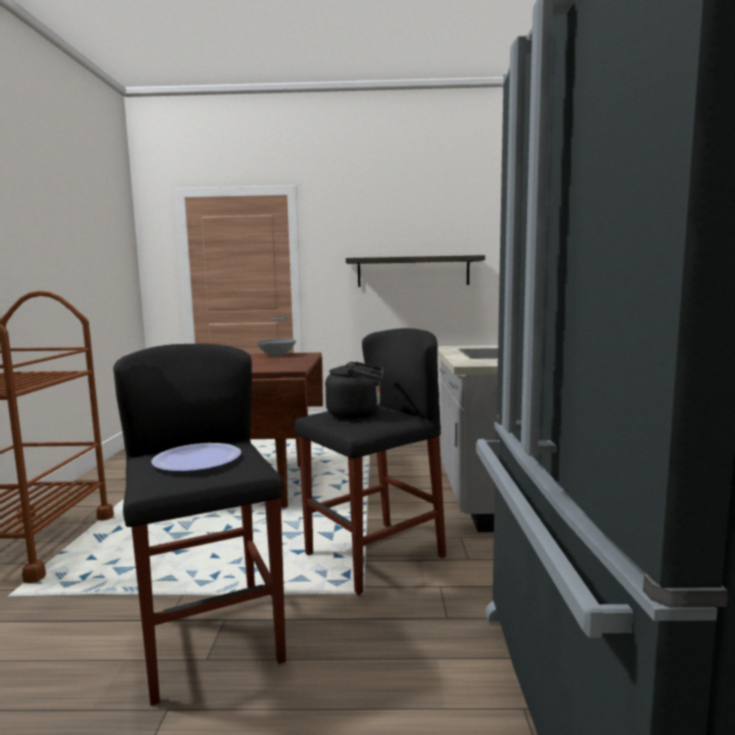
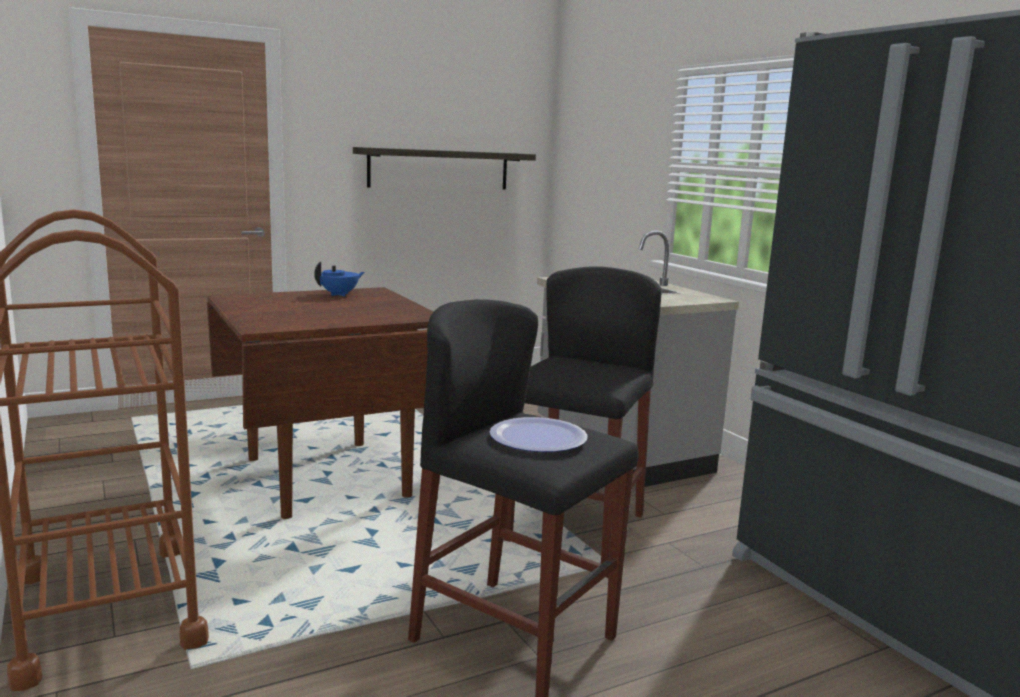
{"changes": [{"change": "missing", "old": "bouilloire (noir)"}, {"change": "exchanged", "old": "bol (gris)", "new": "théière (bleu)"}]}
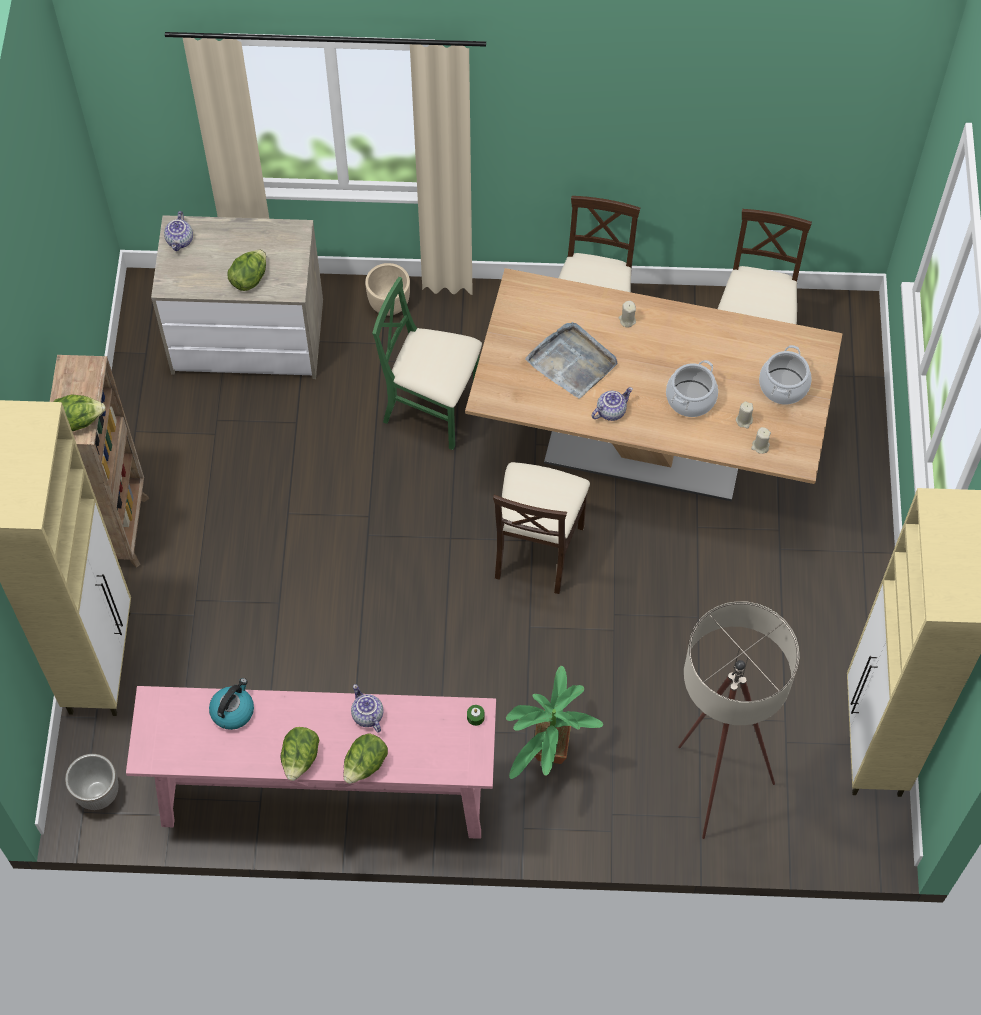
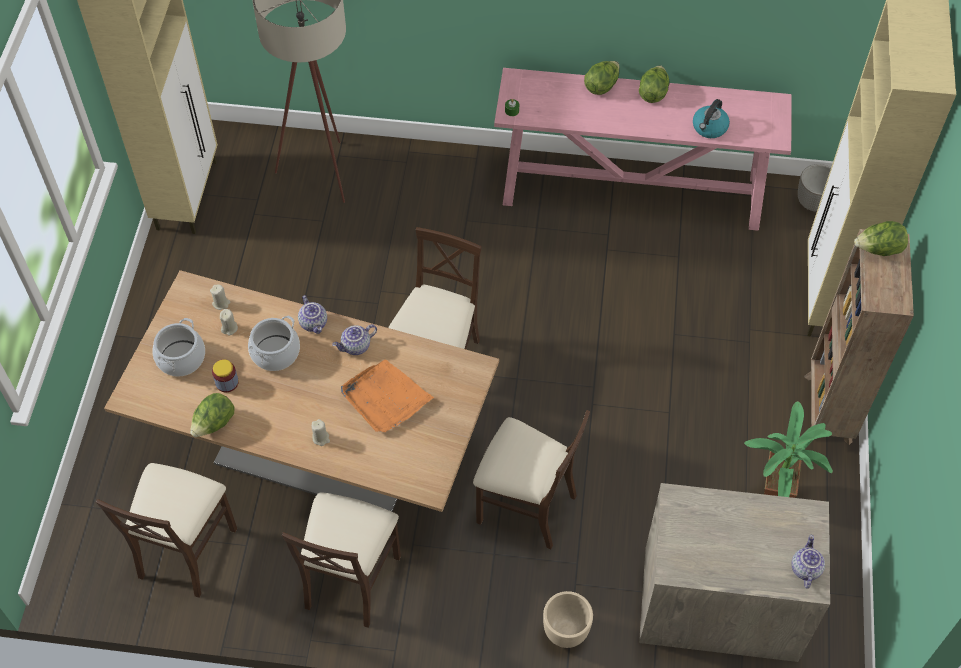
{"changes": [{"change": "appeared", "new": "bocal"}, {"change": "relocated", "old": "laitue (no. 2 from left in the first image)", "new": "laitue (no. 1 from left)"}, {"change": "relocated", "old": "théière (no. 2 from left in the first image)", "new": "théière (no. 1 from left)"}, {"change": "relocated", "old": "plante en pot"}, {"change": "colour", "old": "chaise (vert)", "new": "chaise (beige) (no. 4 from left)"}, {"change": "colour", "old": "plateau (gris)", "new": "plateau (orange)"}]}
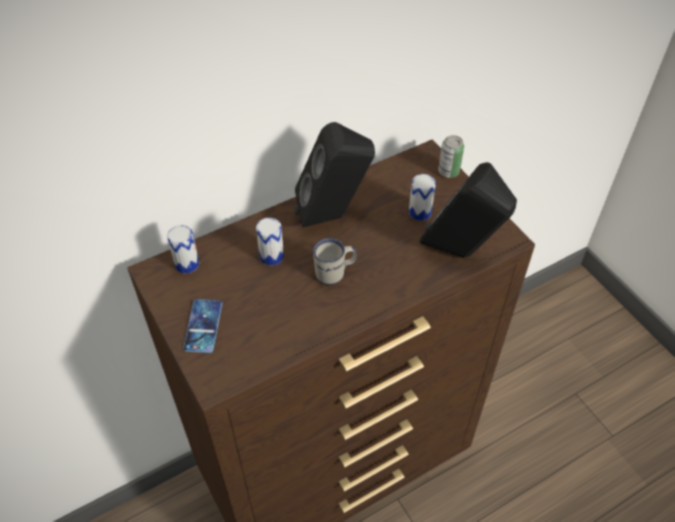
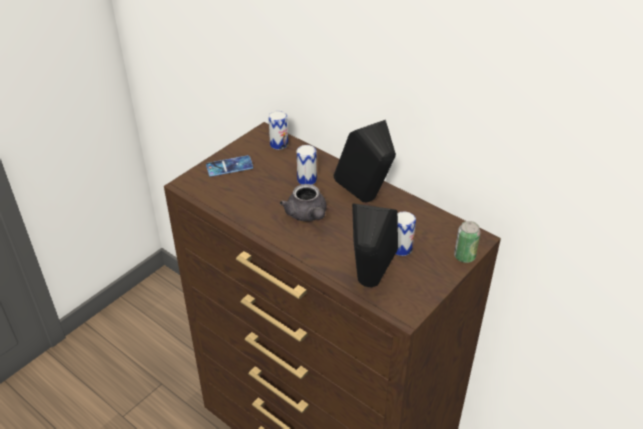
{"changes": [{"change": "exchanged", "old": "mug (blanc)", "new": "théière (gris)"}]}
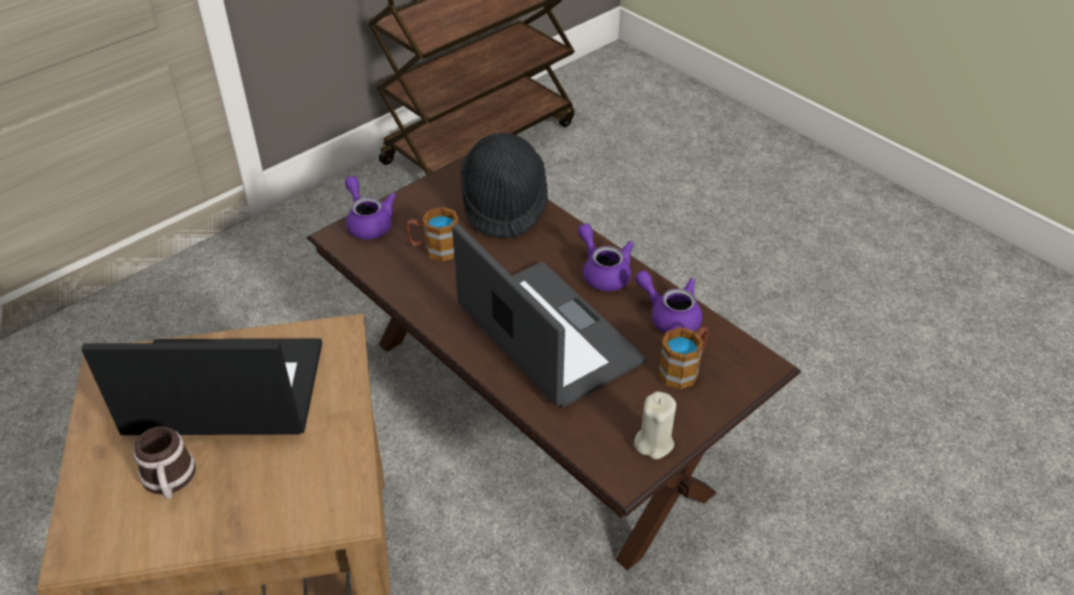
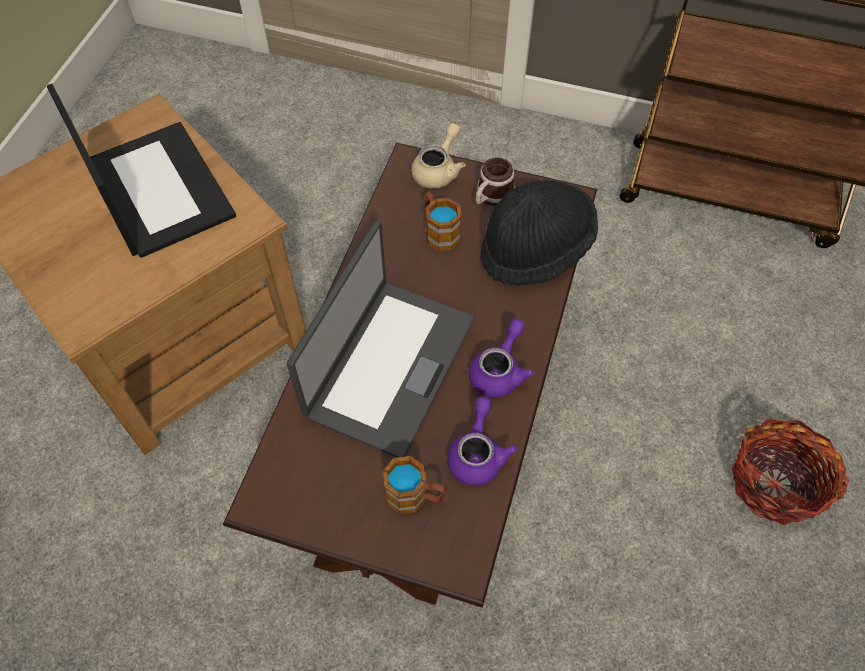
{"changes": [{"change": "missing", "old": "bougie (beige)"}, {"change": "appeared", "new": "panier"}, {"change": "relocated", "old": "mug (no. 1 from left in the first image)", "new": "mug (no. 3 from left)"}, {"change": "colour", "old": "théière (violet) (no. 1 from left)", "new": "théière (beige)"}]}
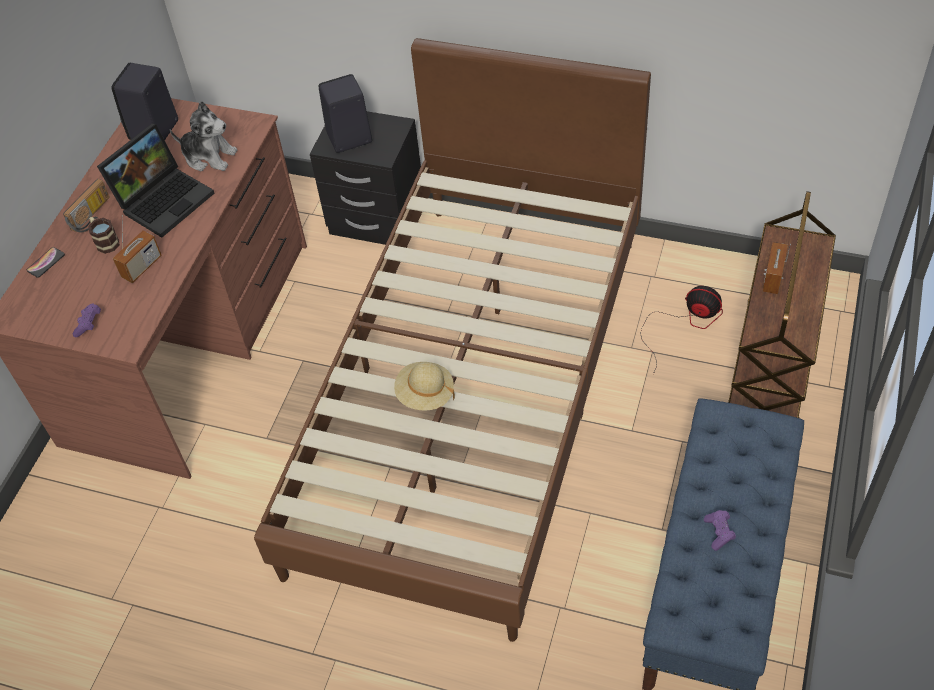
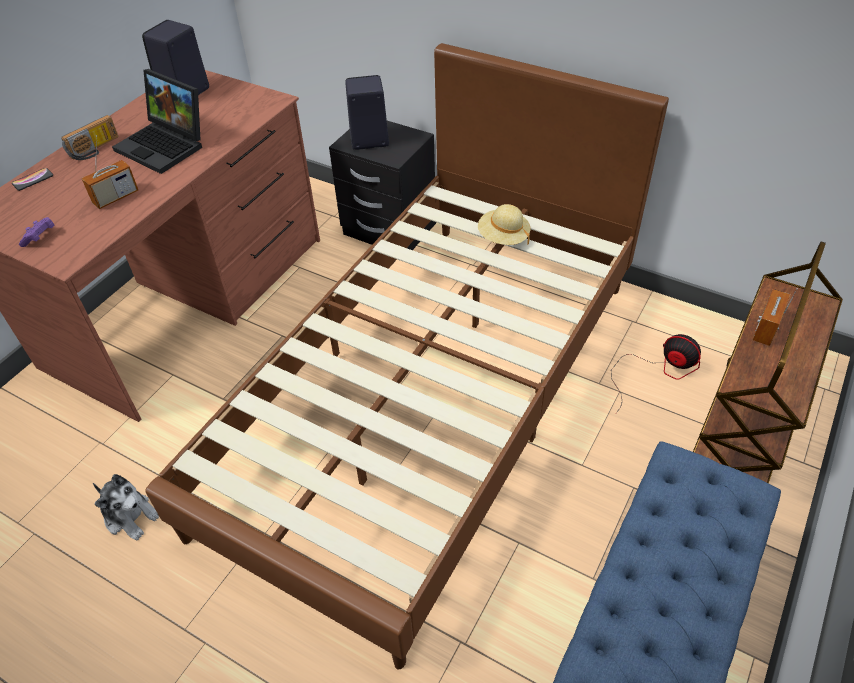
{"changes": [{"change": "missing", "old": "mug"}, {"change": "missing", "old": "manette (violet) (no. 2 from left)"}, {"change": "relocated", "old": "peluche"}, {"change": "relocated", "old": "chapeau (beige)"}, {"change": "spun", "old": "ordinateur portable", "degrees": 75}]}
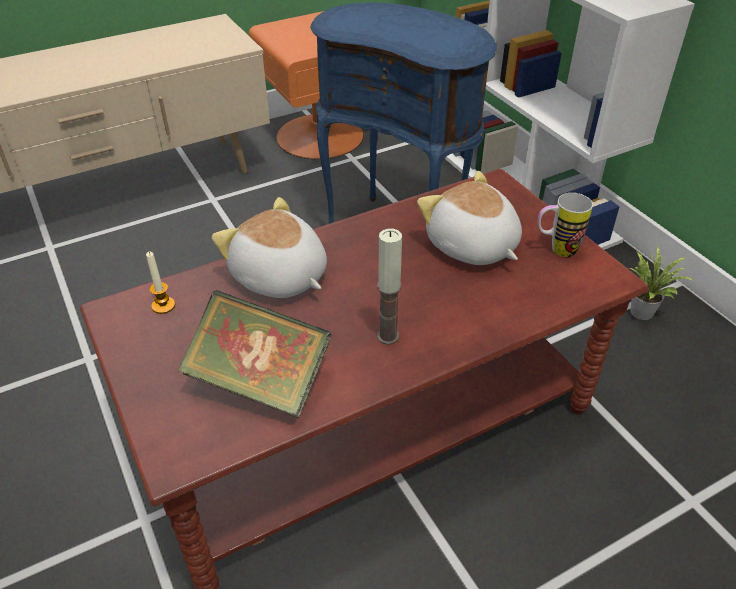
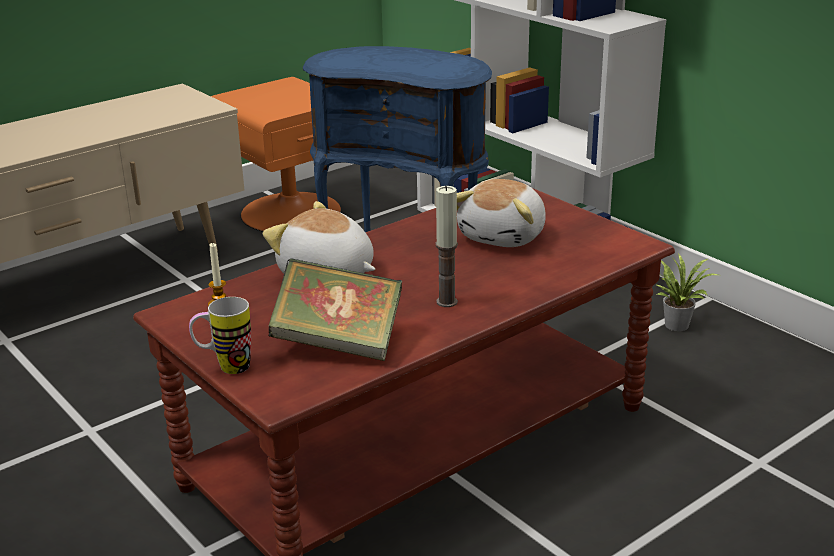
{"changes": [{"change": "relocated", "old": "mug"}, {"change": "spun", "old": "peluche (no. 2 from left)", "degrees": -105}]}
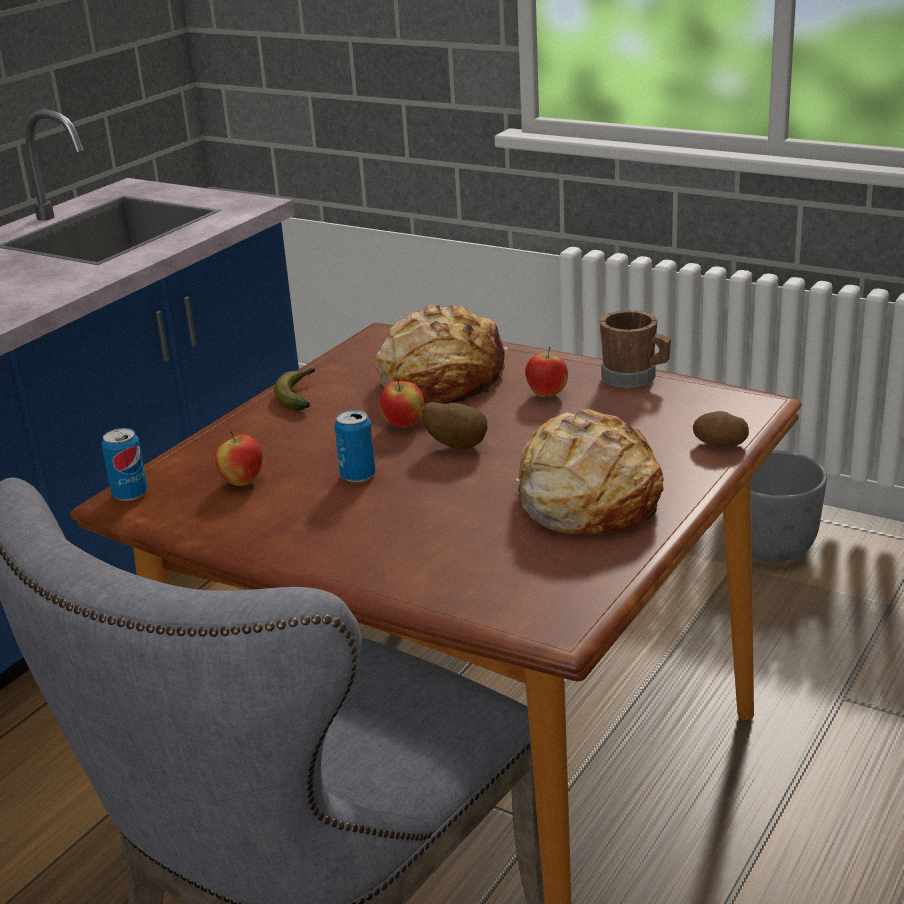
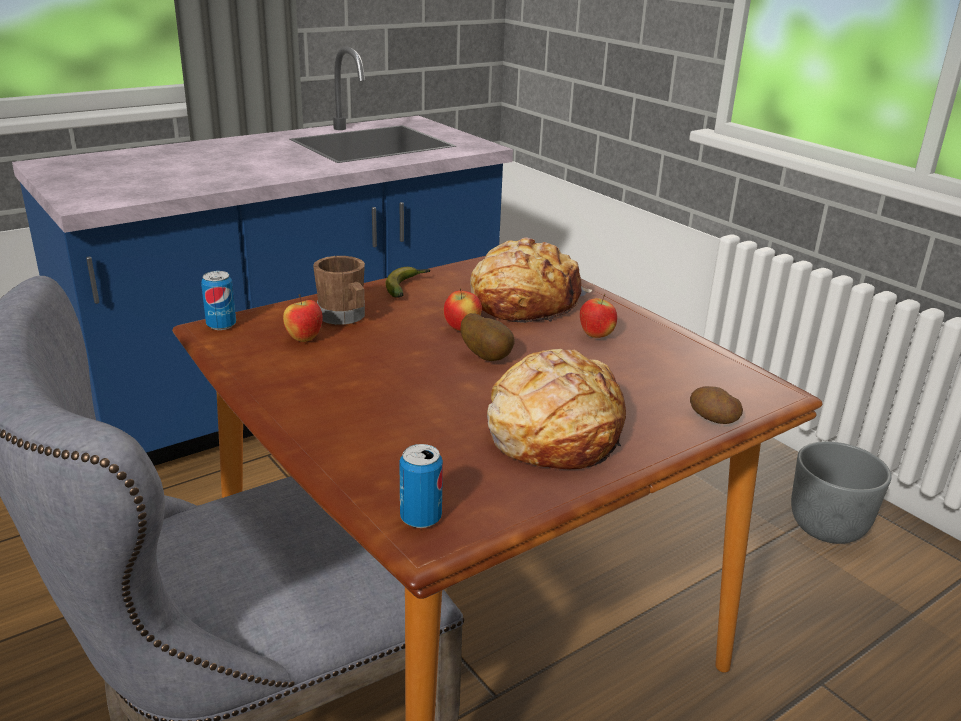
{"changes": [{"change": "relocated", "old": "boîte métallique (no. 2 from left)"}, {"change": "relocated", "old": "mug (marron)"}]}
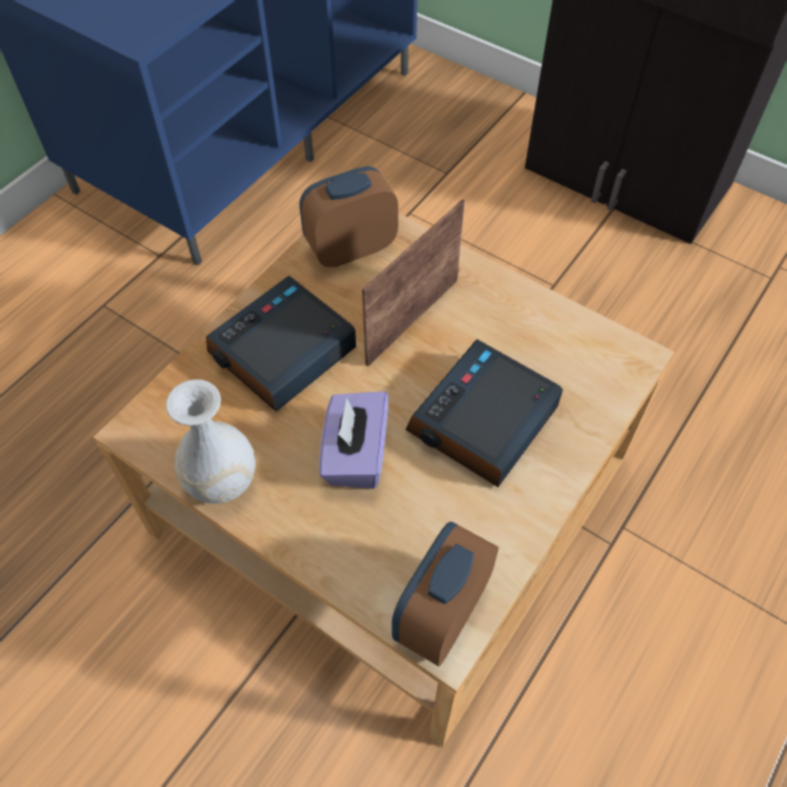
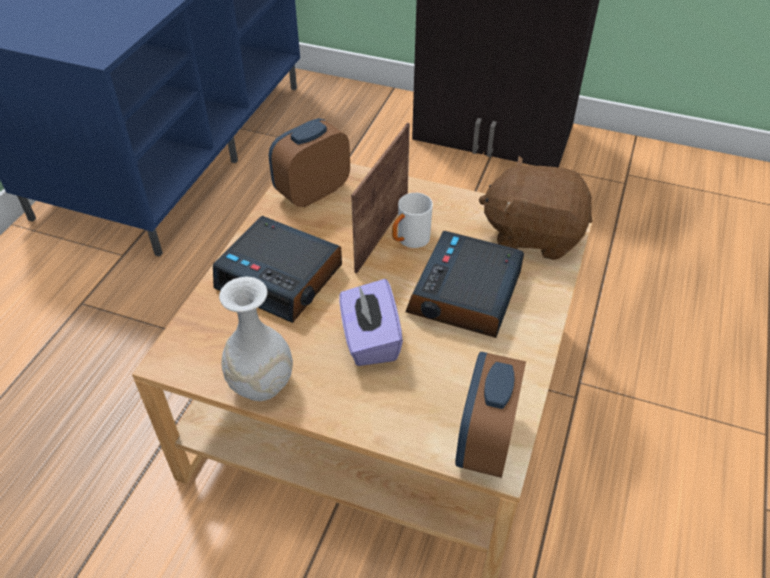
{"changes": [{"change": "appeared", "new": "mug (blanc)"}, {"change": "appeared", "new": "peluche (marron)"}, {"change": "spun", "old": "réveil (no. 1 from left)", "degrees": -90}]}
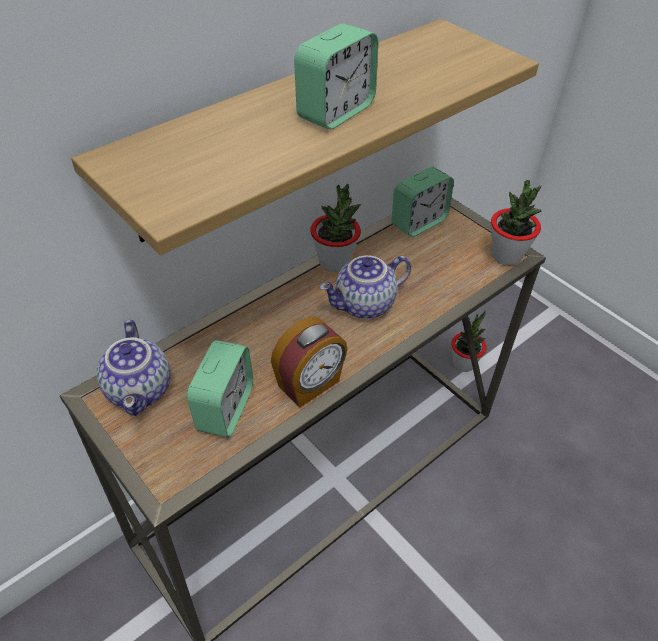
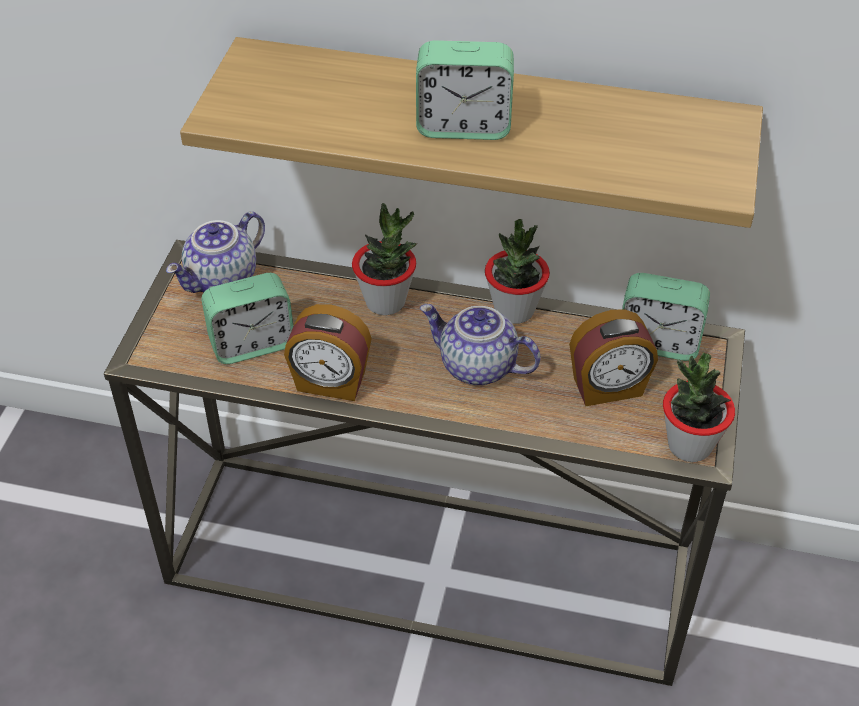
{"changes": [{"change": "appeared", "new": "réveil (no. 4 from left)"}, {"change": "relocated", "old": "plante en pot (no. 2 from left in the first image)", "new": "plante en pot (no. 1 from left)"}]}
